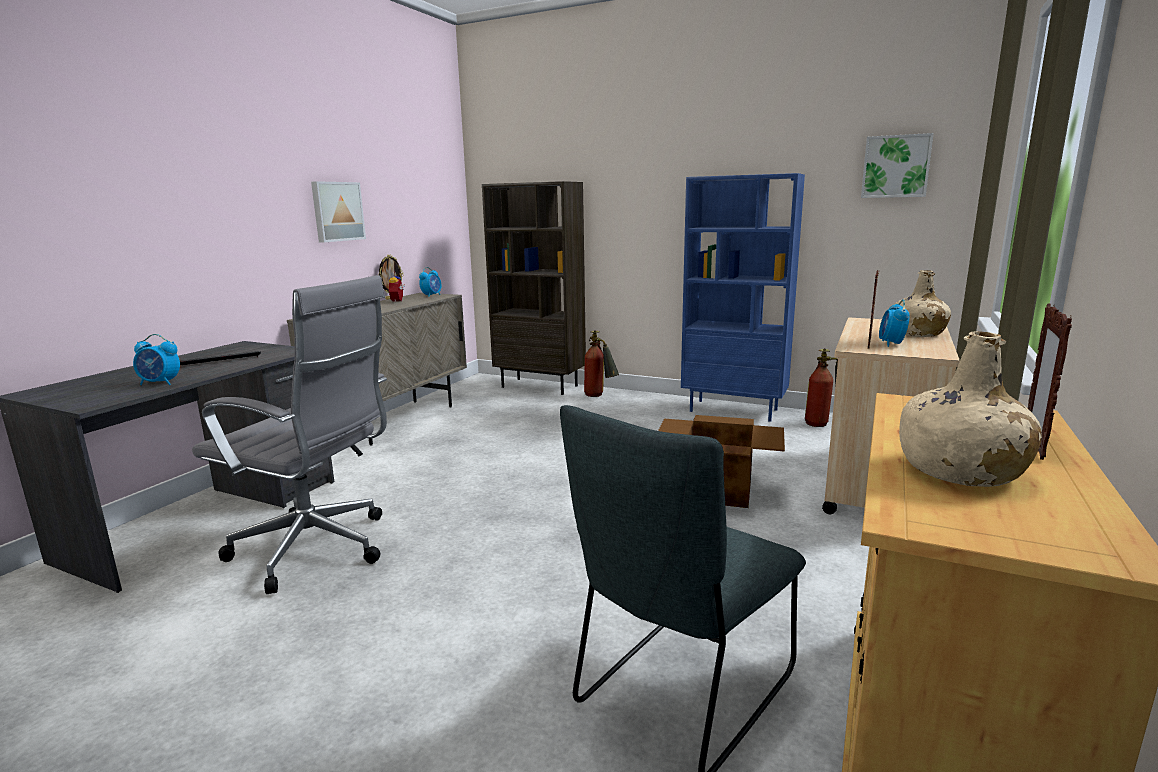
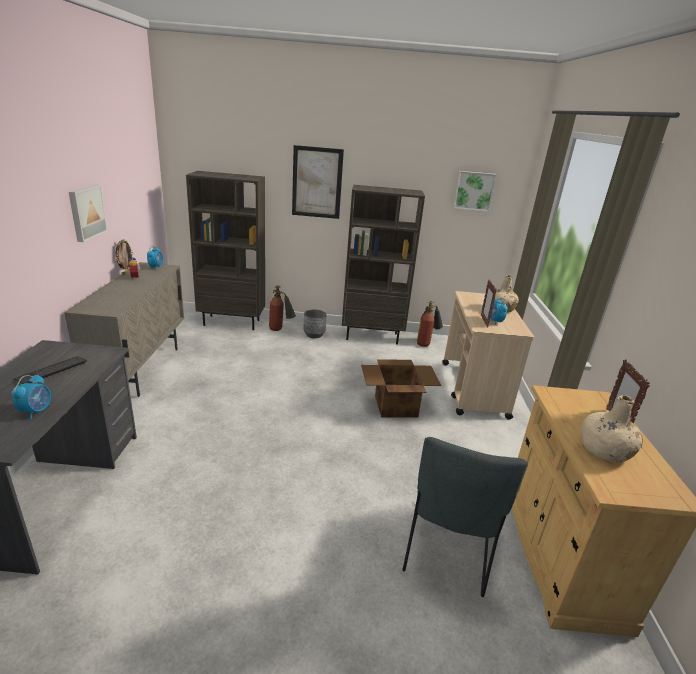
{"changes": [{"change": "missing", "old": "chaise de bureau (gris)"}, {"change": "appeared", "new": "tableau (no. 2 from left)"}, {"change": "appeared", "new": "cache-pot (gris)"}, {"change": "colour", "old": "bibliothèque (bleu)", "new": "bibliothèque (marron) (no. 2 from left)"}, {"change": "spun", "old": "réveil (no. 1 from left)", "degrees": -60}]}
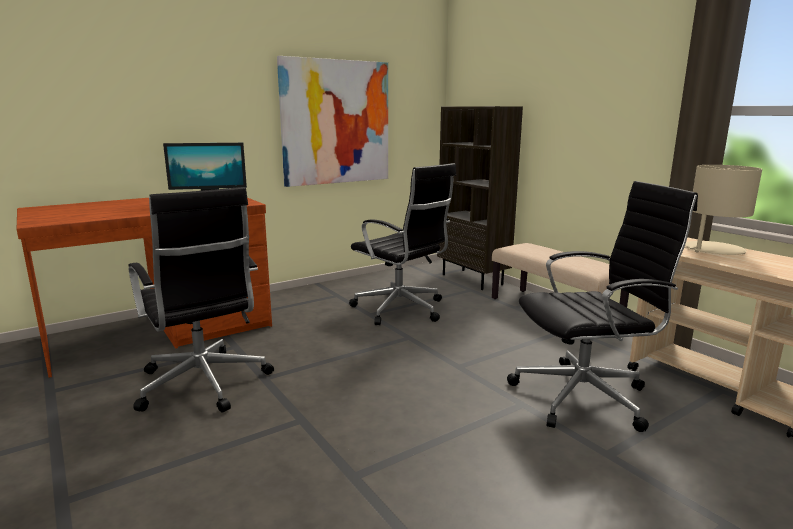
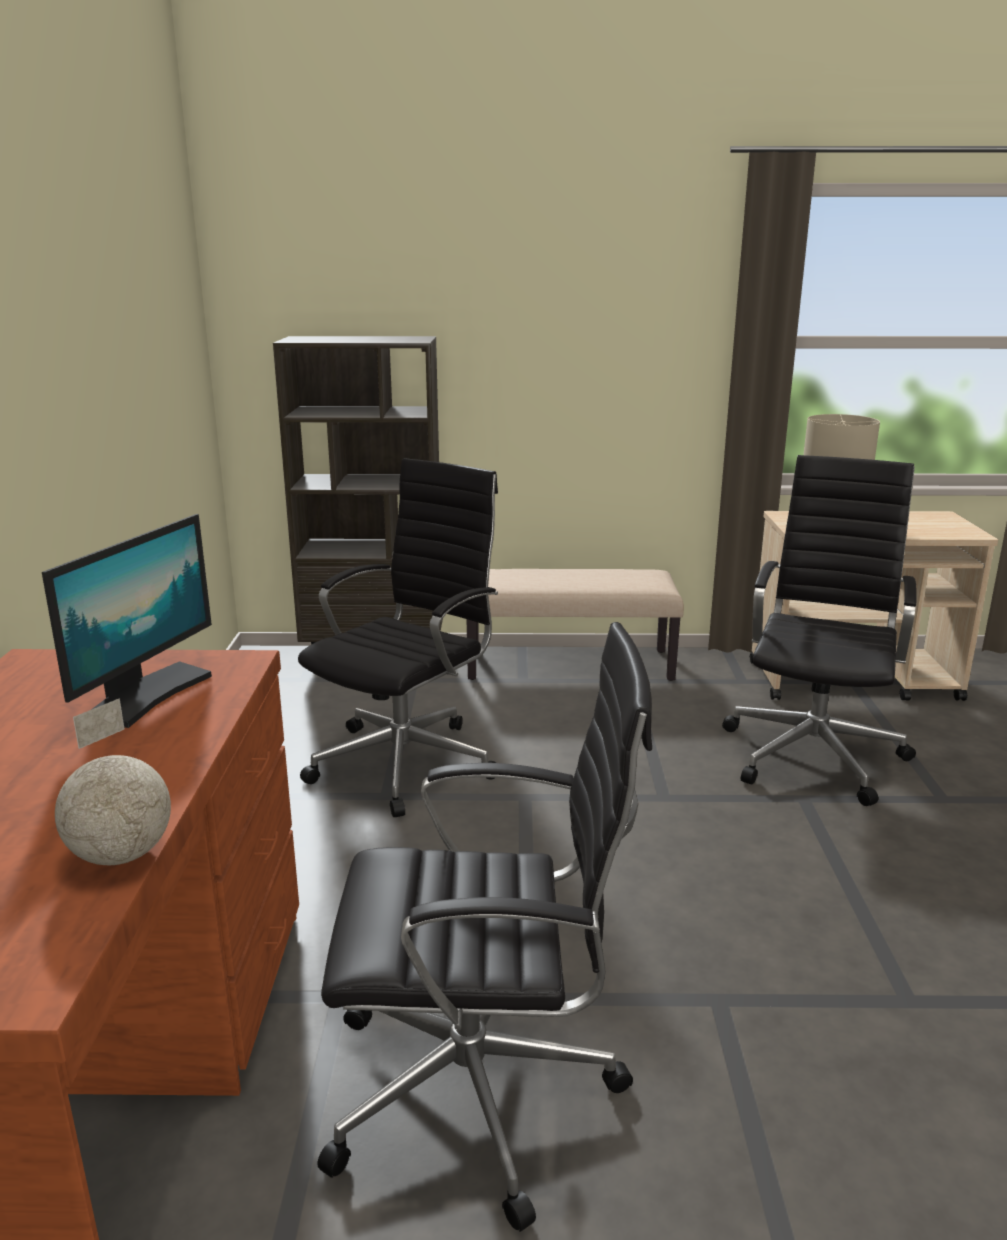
{"changes": [{"change": "missing", "old": "tableau"}, {"change": "appeared", "new": "globe"}, {"change": "spun", "old": "chaise de bureau (noir) (no. 2 from left in the first image)", "degrees": -45}]}
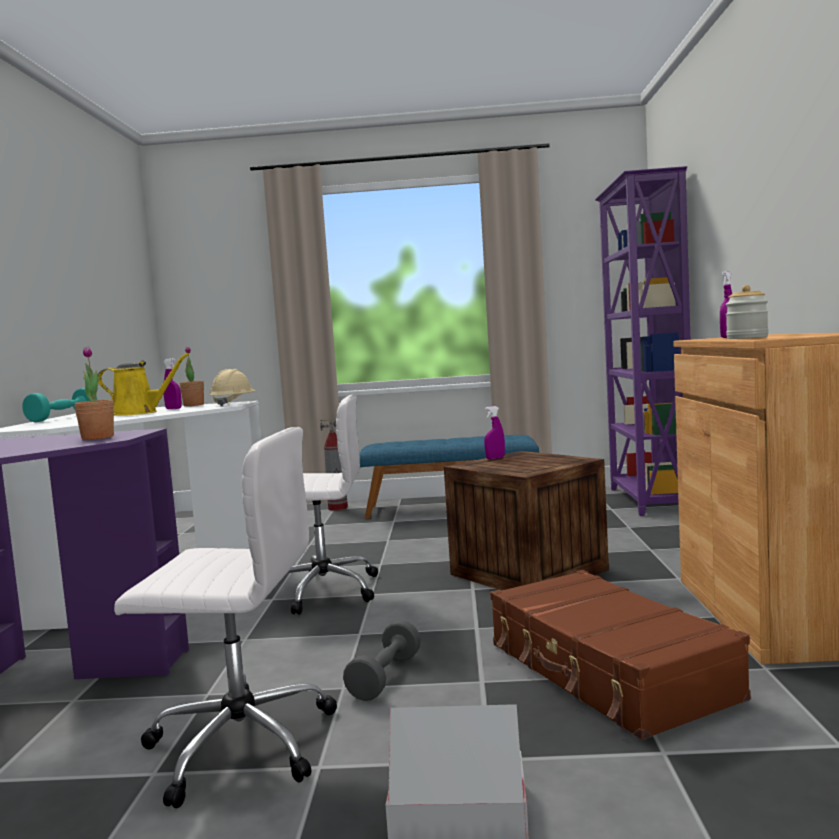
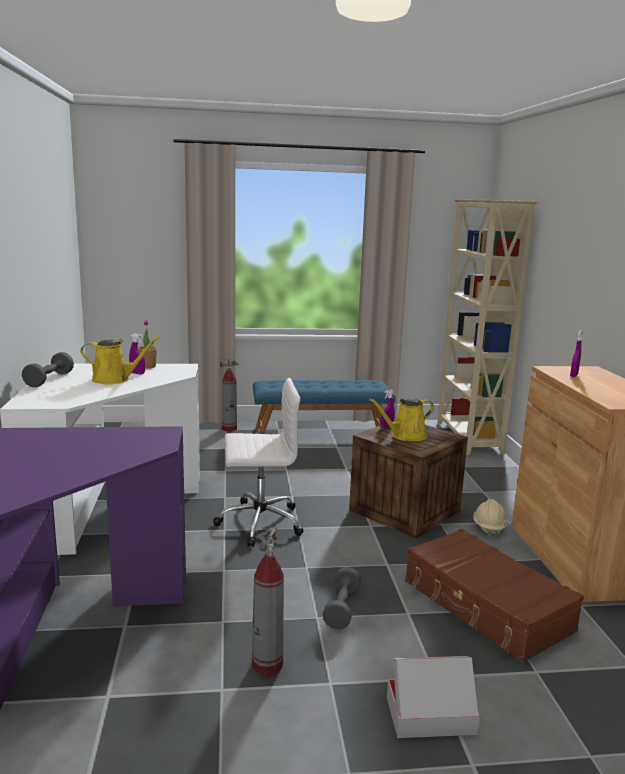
{"changes": [{"change": "missing", "old": "plante en pot (no. 1 from left)"}, {"change": "missing", "old": "bocal"}, {"change": "appeared", "new": "arrosoir (jaune) (no. 2 from left)"}, {"change": "relocated", "old": "casque de chantier (beige)"}, {"change": "exchanged", "old": "chaise de bureau (blanc) (no. 1 from left)", "new": "extincteur (no. 2 from left)"}, {"change": "colour", "old": "haltère (turquoise)", "new": "haltère (gris) (no. 1 from left)"}, {"change": "colour", "old": "bibliothèque (violet)", "new": "bibliothèque (beige)"}]}
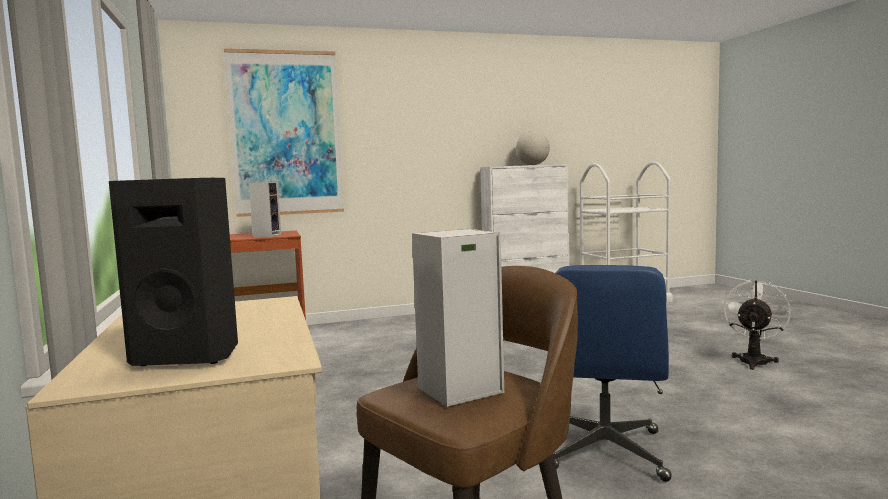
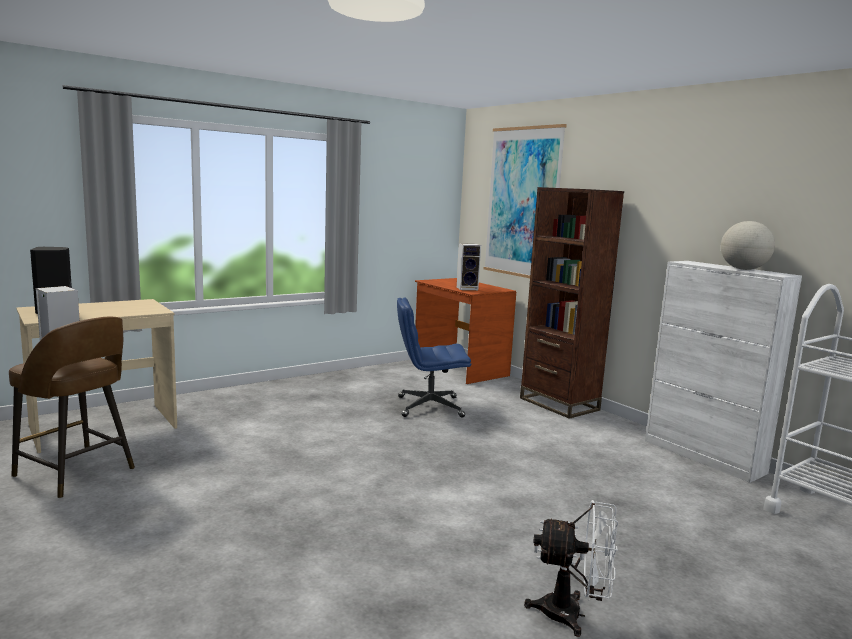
{"changes": [{"change": "appeared", "new": "bibliothèque (marron)"}, {"change": "relocated", "old": "chaise de bureau (bleu)"}]}
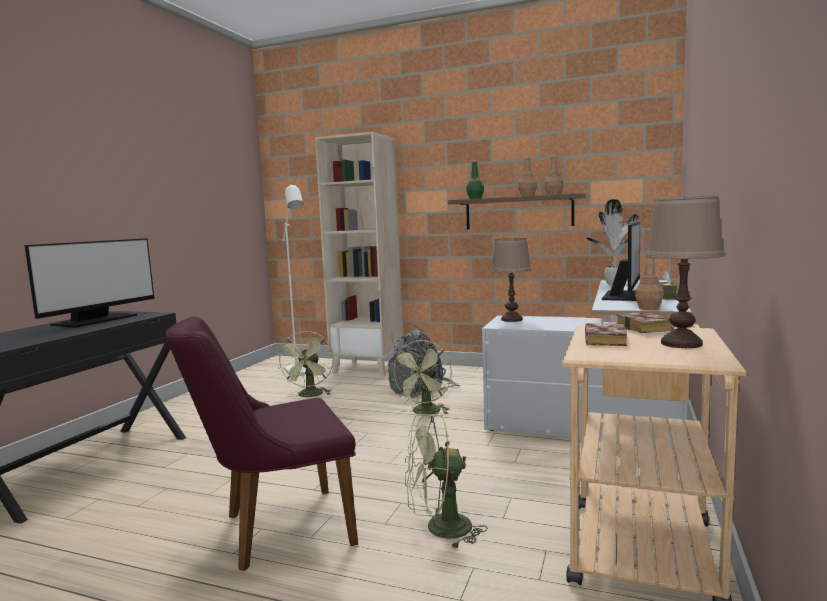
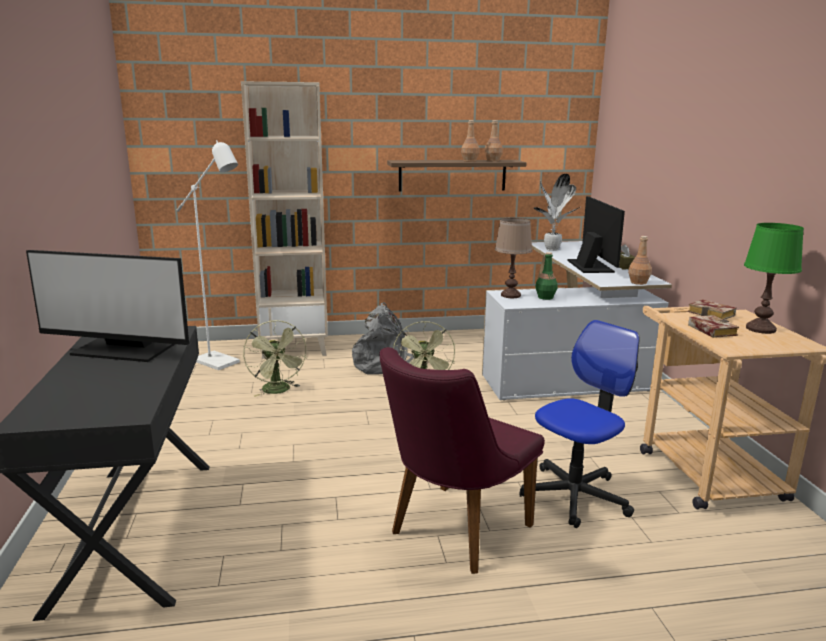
{"changes": [{"change": "relocated", "old": "bouteille (vert)"}, {"change": "exchanged", "old": "ventilateur (vert) (no. 3 from left)", "new": "chaise de bureau"}, {"change": "colour", "old": "lampe de table (marron) (no. 2 from left)", "new": "lampe de table (vert)"}, {"change": "spun", "old": "écran d'ordinateur (no. 1 from left)", "degrees": 105}]}
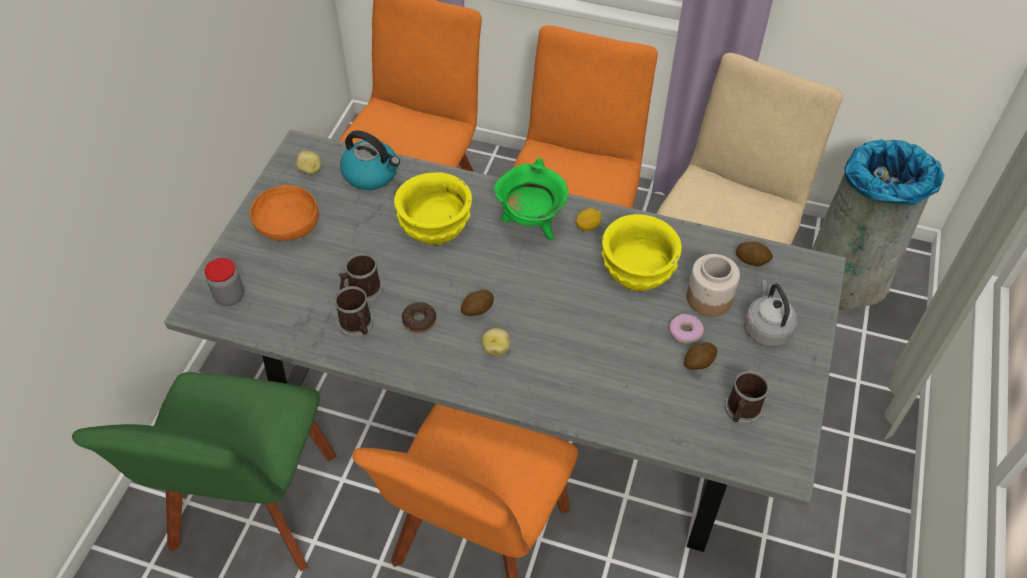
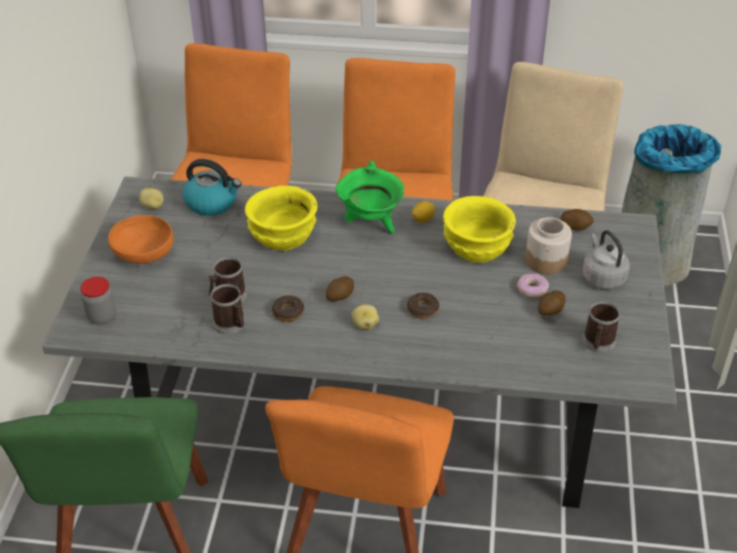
{"changes": [{"change": "appeared", "new": "beignet (no. 2 from left)"}]}
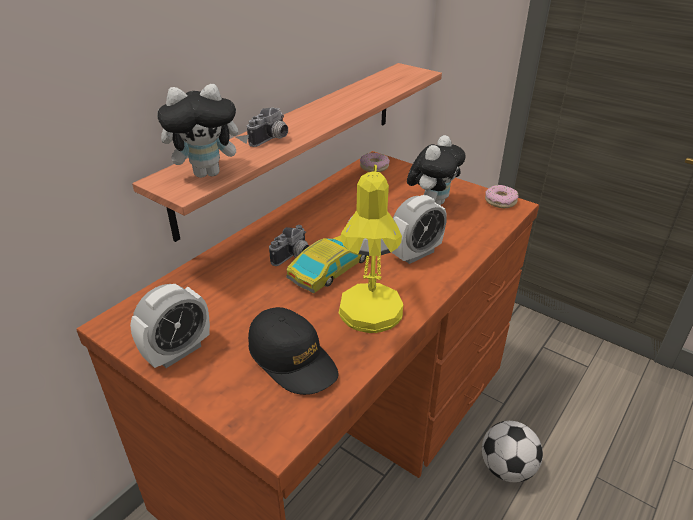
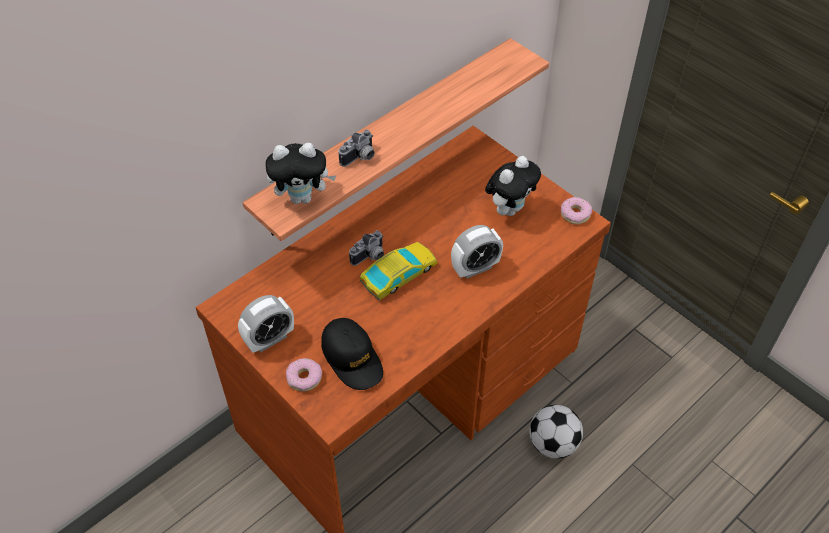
{"changes": [{"change": "missing", "old": "lampe de table (jaune)"}, {"change": "relocated", "old": "beignet (no. 1 from left)"}]}
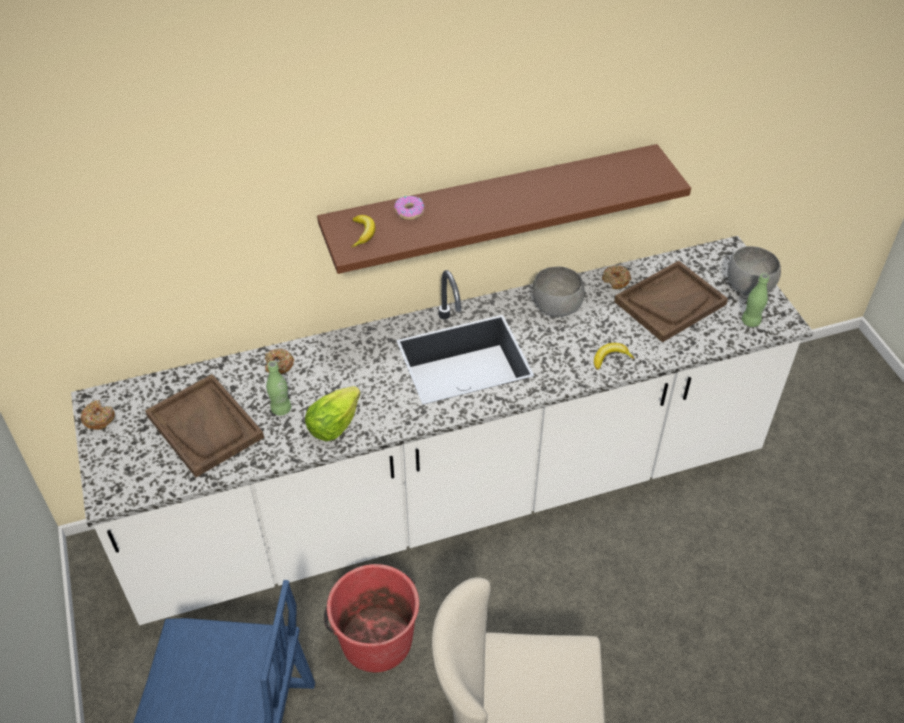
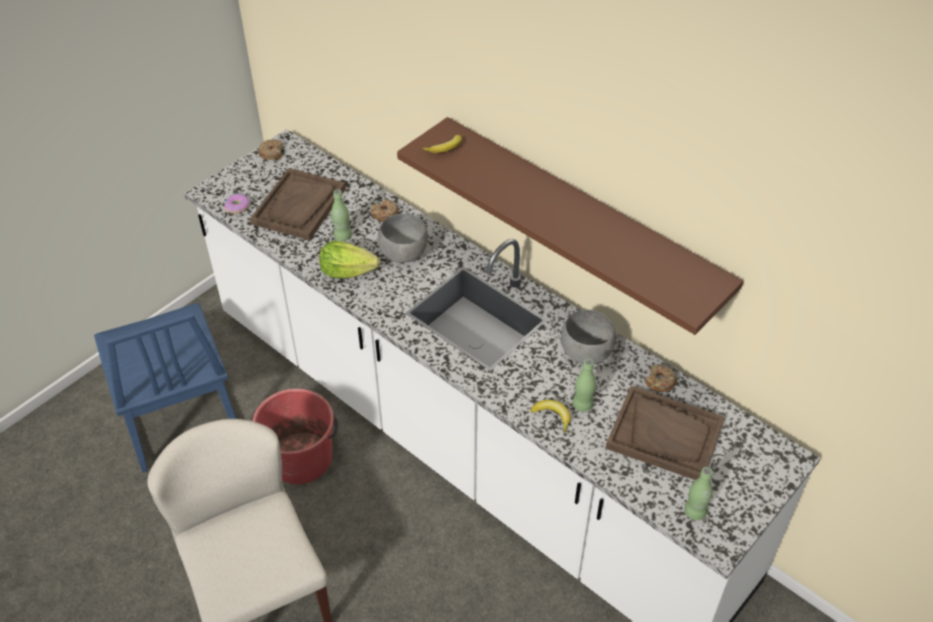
{"changes": [{"change": "appeared", "new": "bouteille (vert) (no. 2 from left)"}, {"change": "relocated", "old": "beignet (no. 3 from left in the first image)", "new": "beignet (no. 1 from left)"}, {"change": "relocated", "old": "bol (gris) (no. 2 from left in the first image)", "new": "bol (gris) (no. 1 from left)"}]}
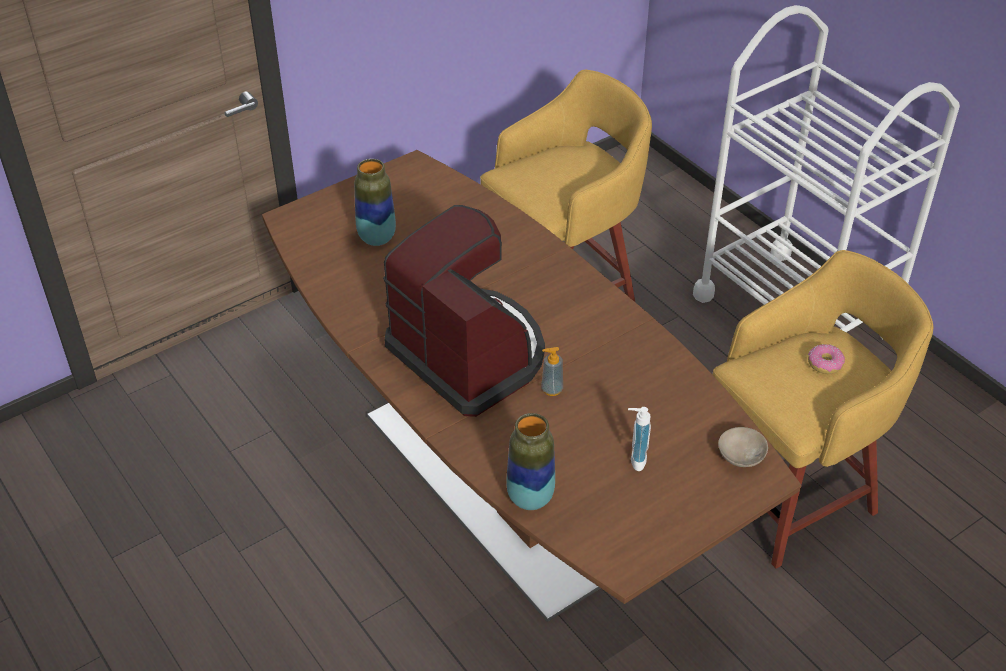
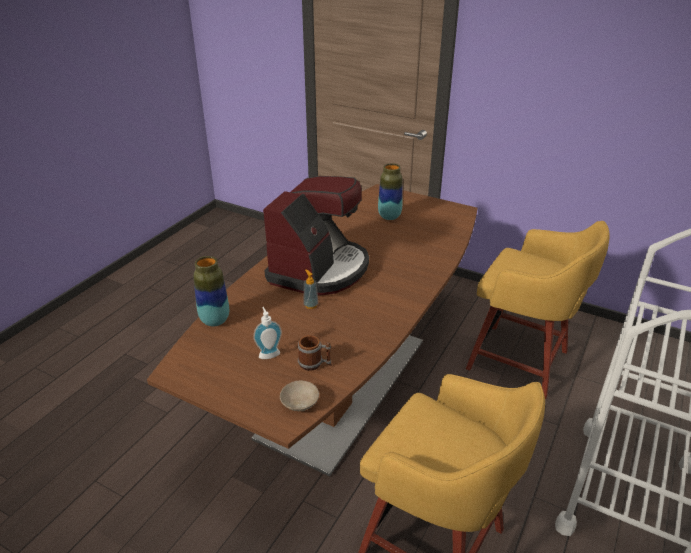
{"changes": [{"change": "missing", "old": "beignet"}, {"change": "appeared", "new": "mug"}]}
